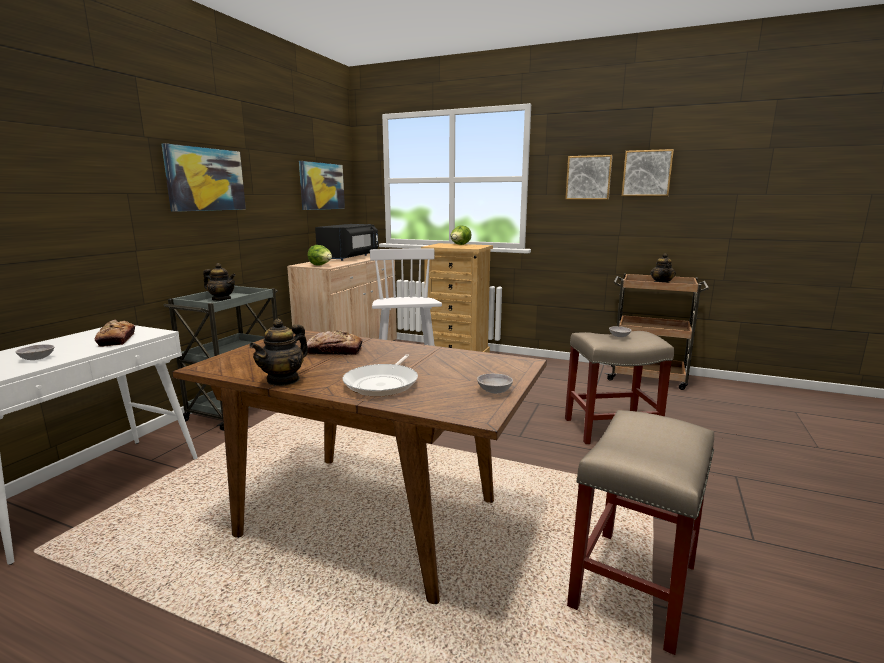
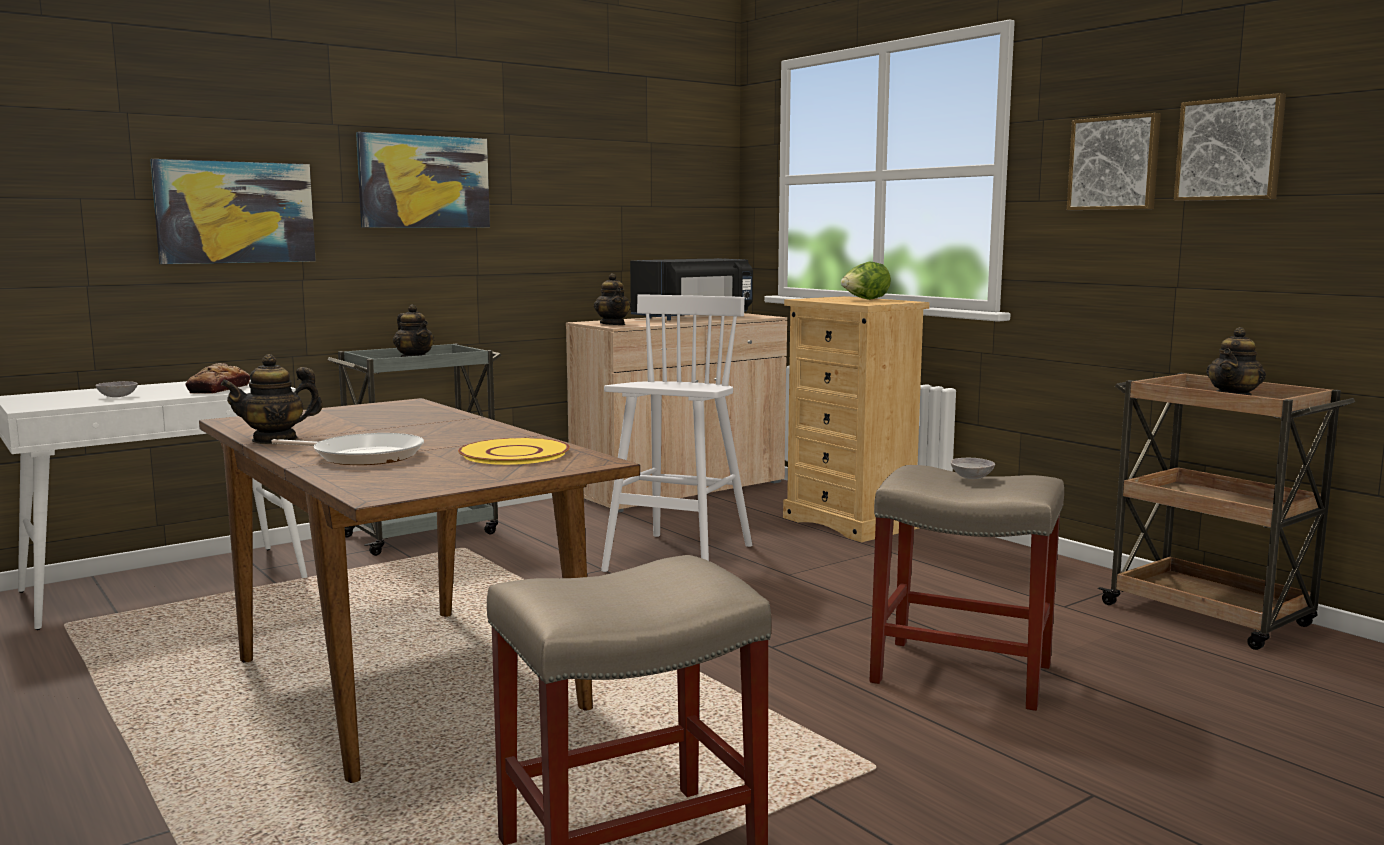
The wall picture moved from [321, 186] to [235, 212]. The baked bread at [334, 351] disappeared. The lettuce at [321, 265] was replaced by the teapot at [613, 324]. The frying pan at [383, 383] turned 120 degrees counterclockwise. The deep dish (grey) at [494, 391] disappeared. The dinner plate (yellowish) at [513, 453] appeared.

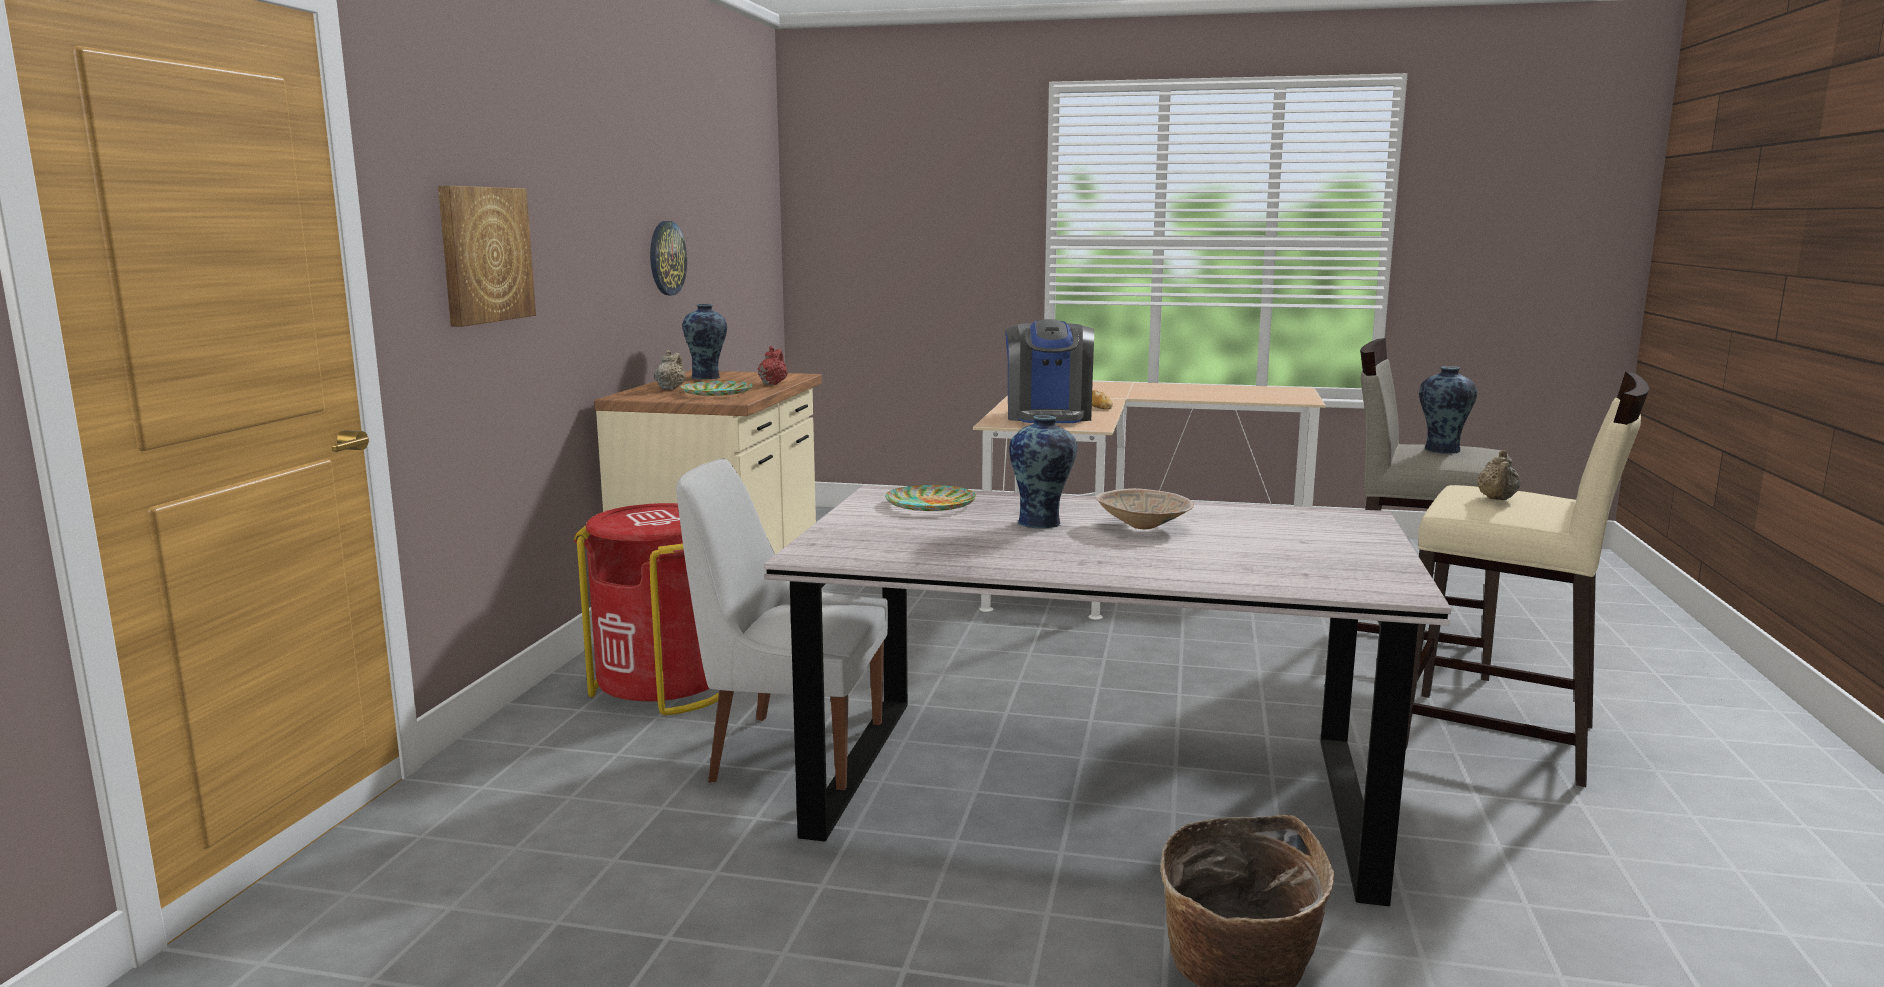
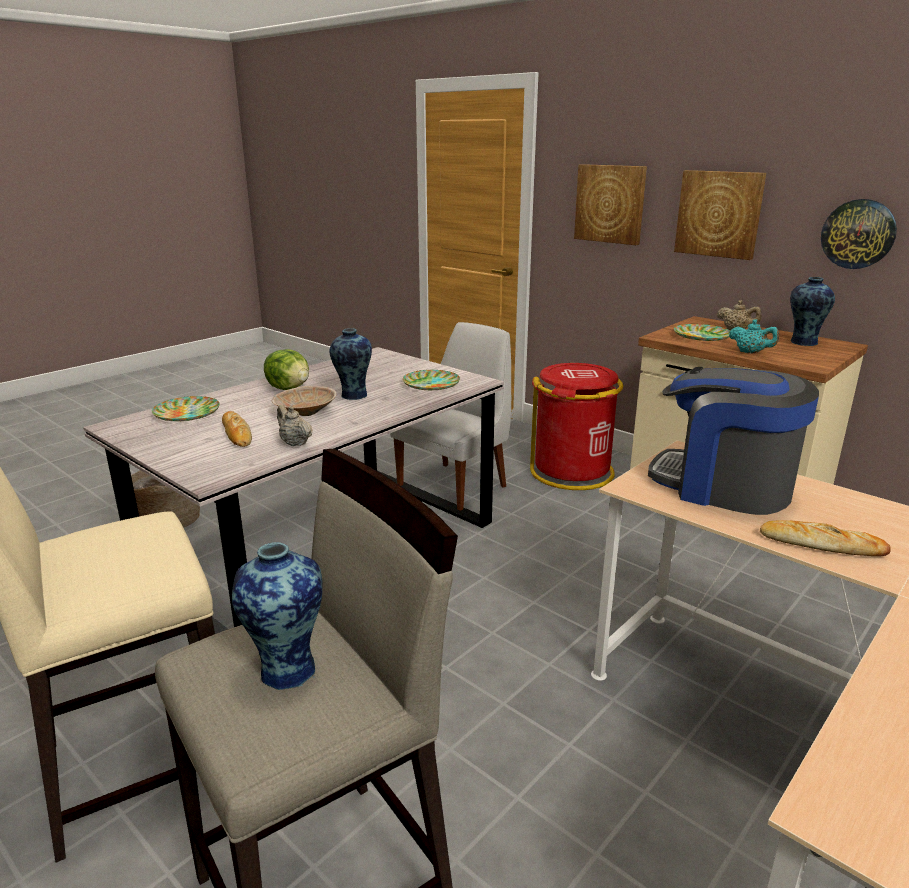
The teapot (red) at [773, 384] became the teapot (turquoise) at [750, 352]. The teapot (sand-coloured) moved from [1497, 499] to [294, 443]. The dinner plate at [187, 413] appeared. The baked bread at [236, 433] appeared. The lettuce at [289, 388] appeared. The wall picture at [719, 214] appeared.

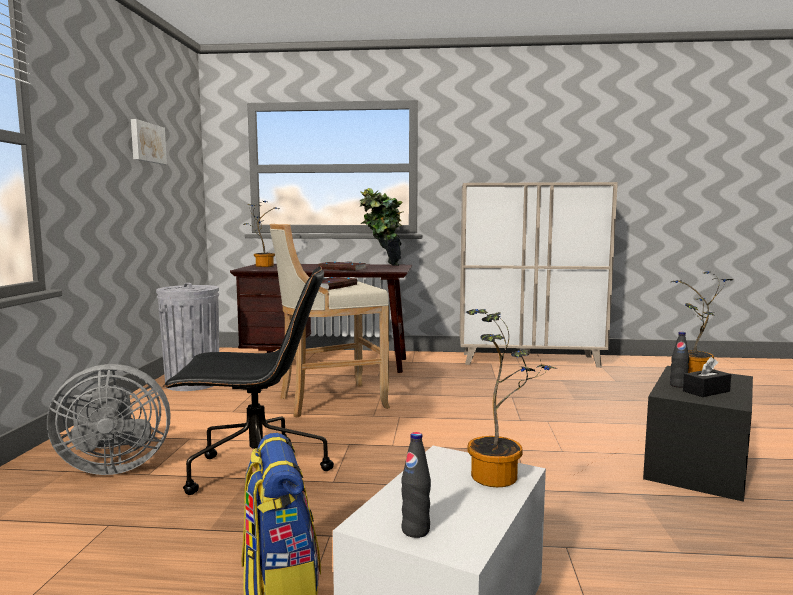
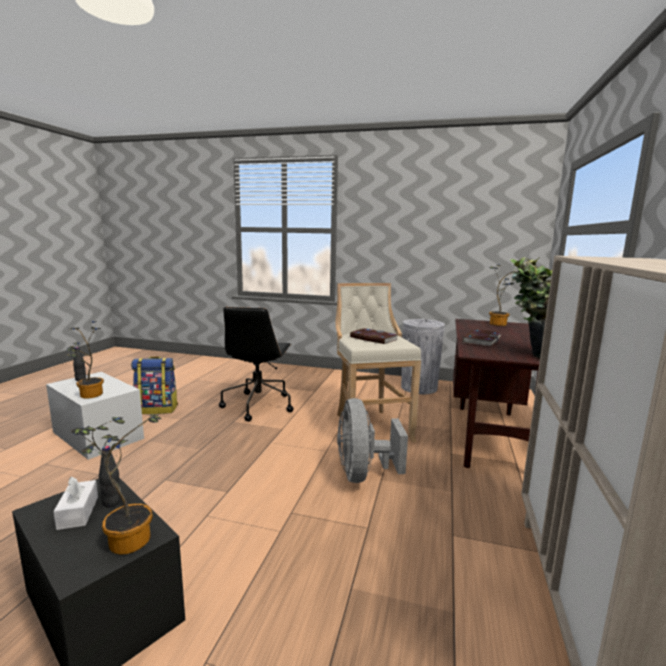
The electric fan (grey) moved from [113, 466] to [363, 474]. The wall picture at [147, 142] disappeared. The tissue holder (black) at [706, 391] became the tissue holder (white) at [78, 512].

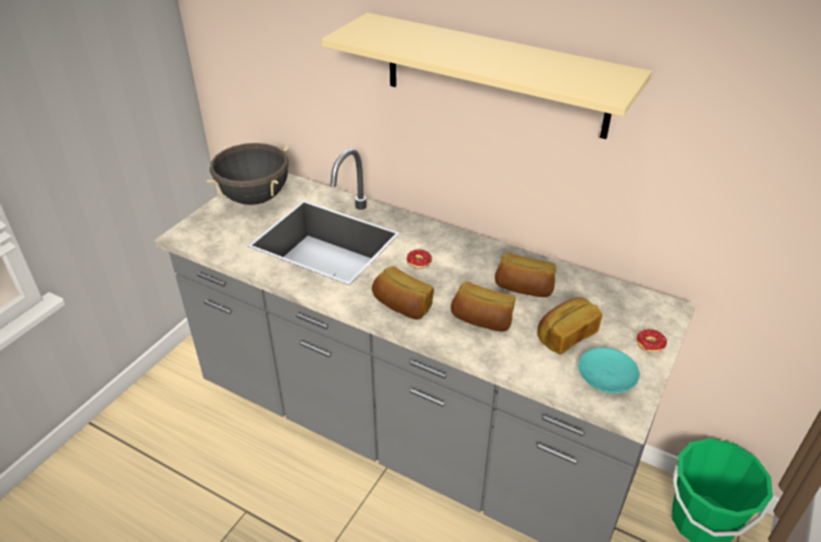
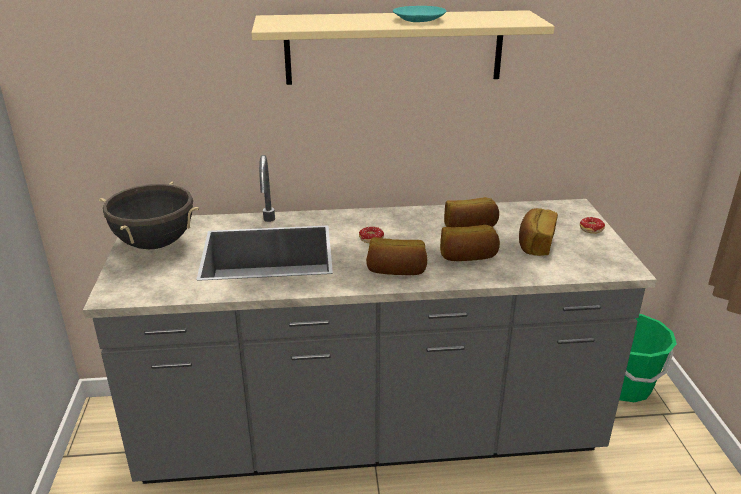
The dinner plate (turquoise) moved from [606, 376] to [419, 19].

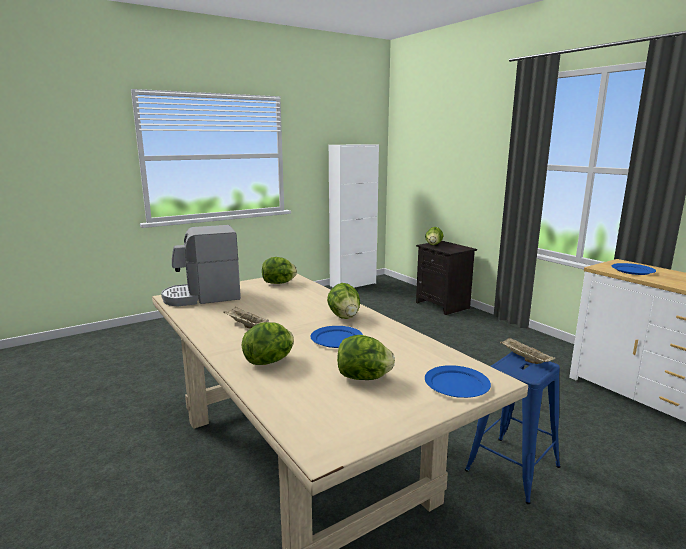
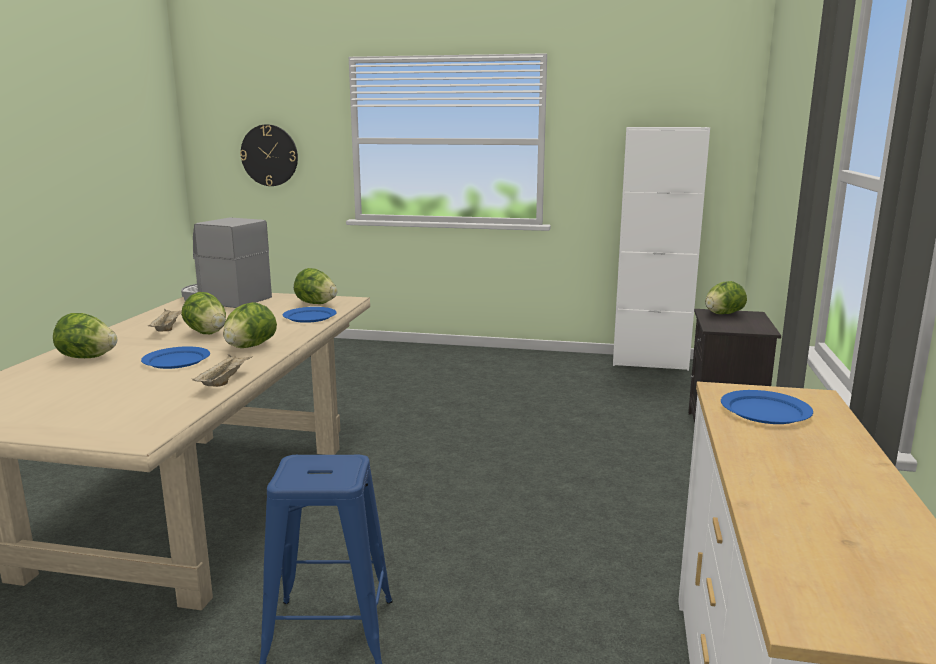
The lettuce moved from [364, 378] to [207, 333]. The dinner plate (blue) moved from [456, 384] to [309, 317]. The carrying tray (sand-coloured) moved from [524, 358] to [224, 381]. The wall clock at [269, 155] appeared.

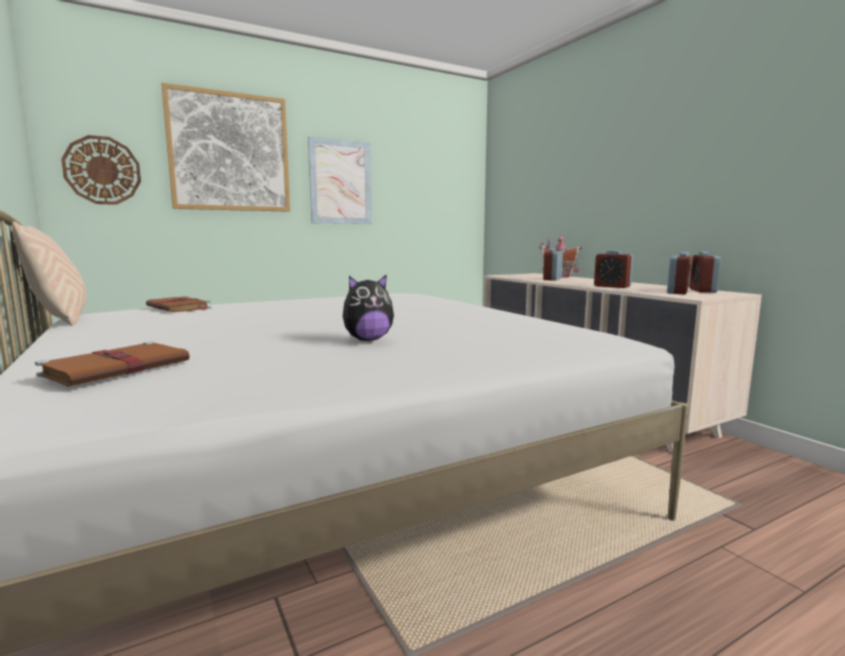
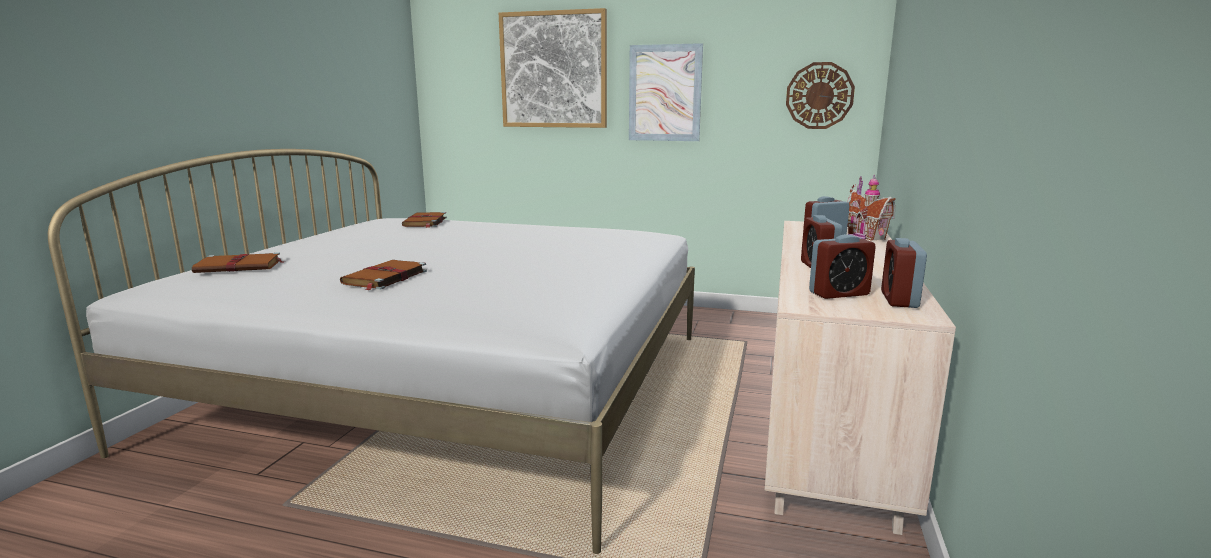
The cushion (sand-coloured) at [60, 320] disappeared. The wall clock moved from [102, 170] to [819, 95]. The soft toy at [367, 340] was replaced by the book (brownish) at [384, 278]. The bedside clock at [702, 290] turned 45 degrees counterclockwise.

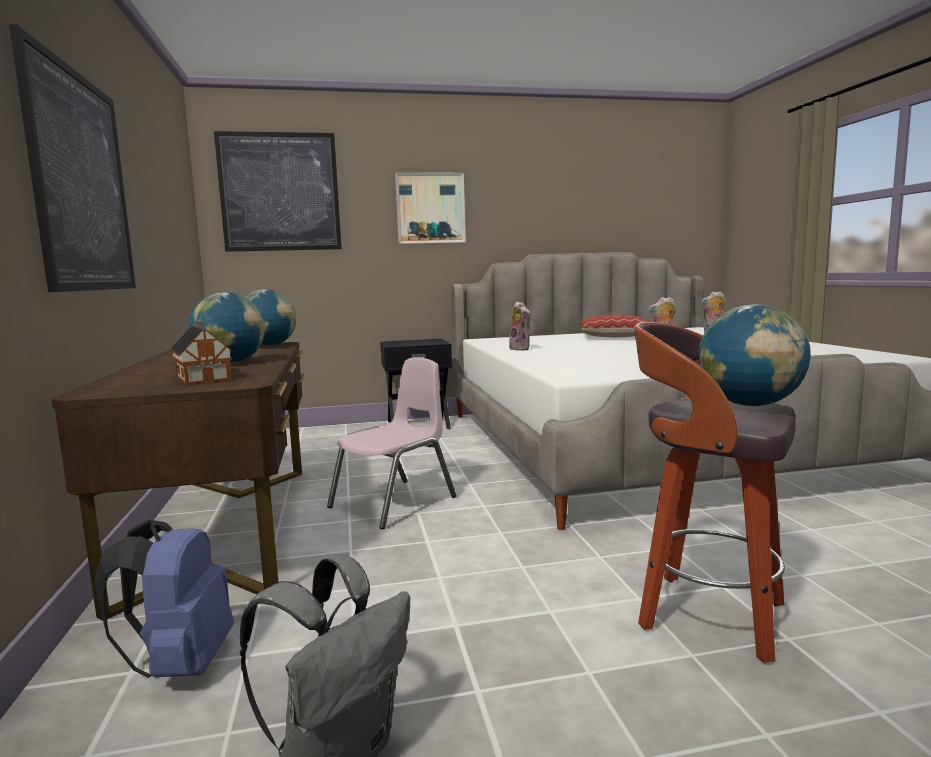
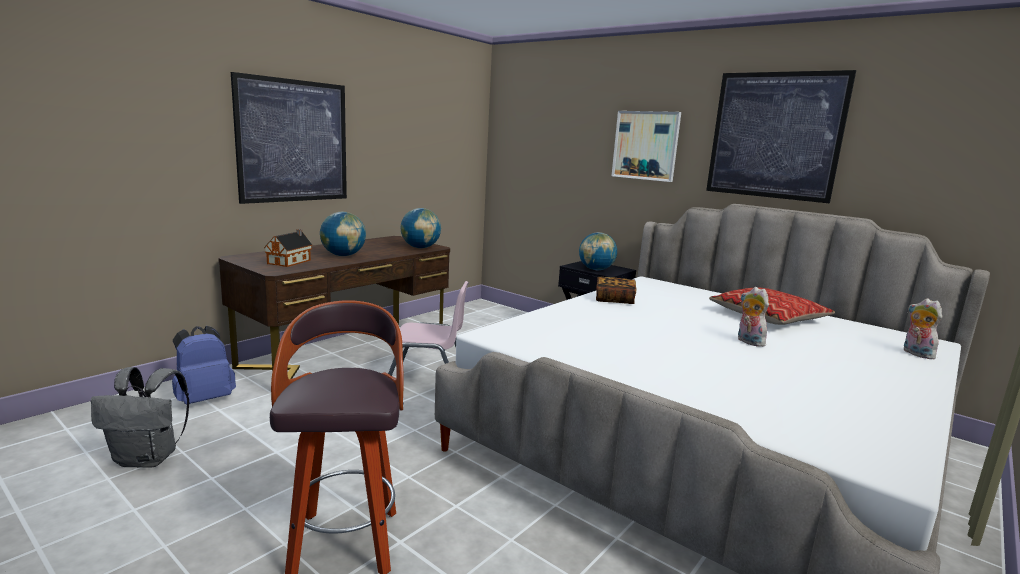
The wall picture moved from [280, 192] to [775, 136]. The soft toy at [521, 349] was replaced by the book at [614, 300]. The globe moved from [749, 405] to [596, 269].

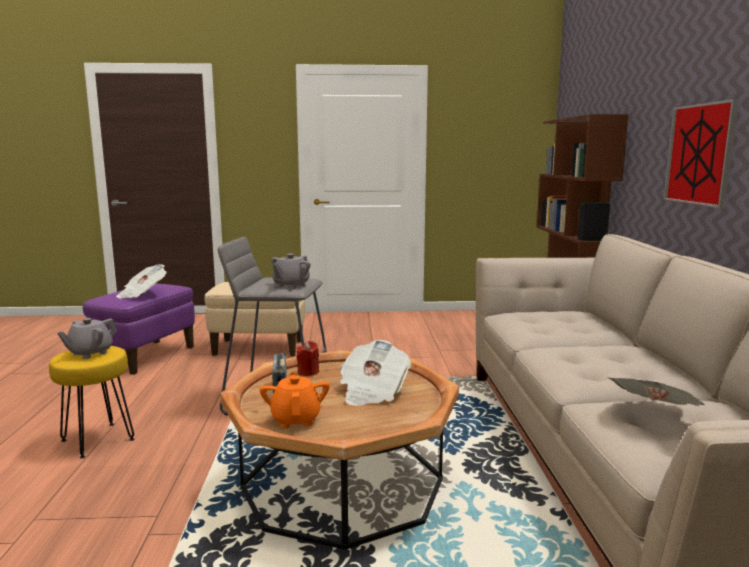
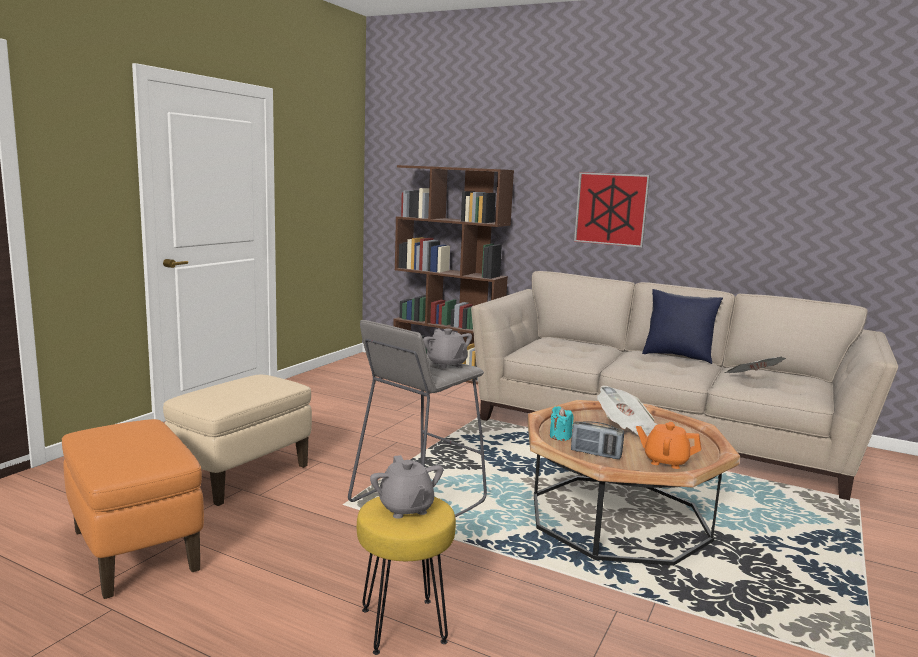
The ottoman (purple-coloured) at [146, 357] became the ottoman (orange-coloured) at [134, 550]. The newspaper at [142, 294] disappeared. The wax light (red) at [308, 372] became the wax light (turquoise) at [560, 436]. The cushion (blue) at [677, 356] appeared.

